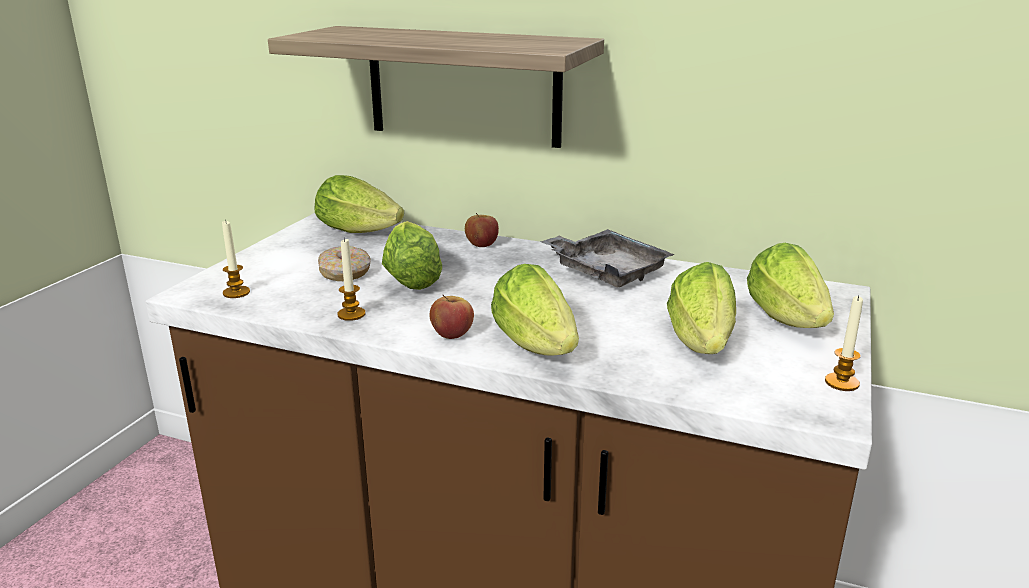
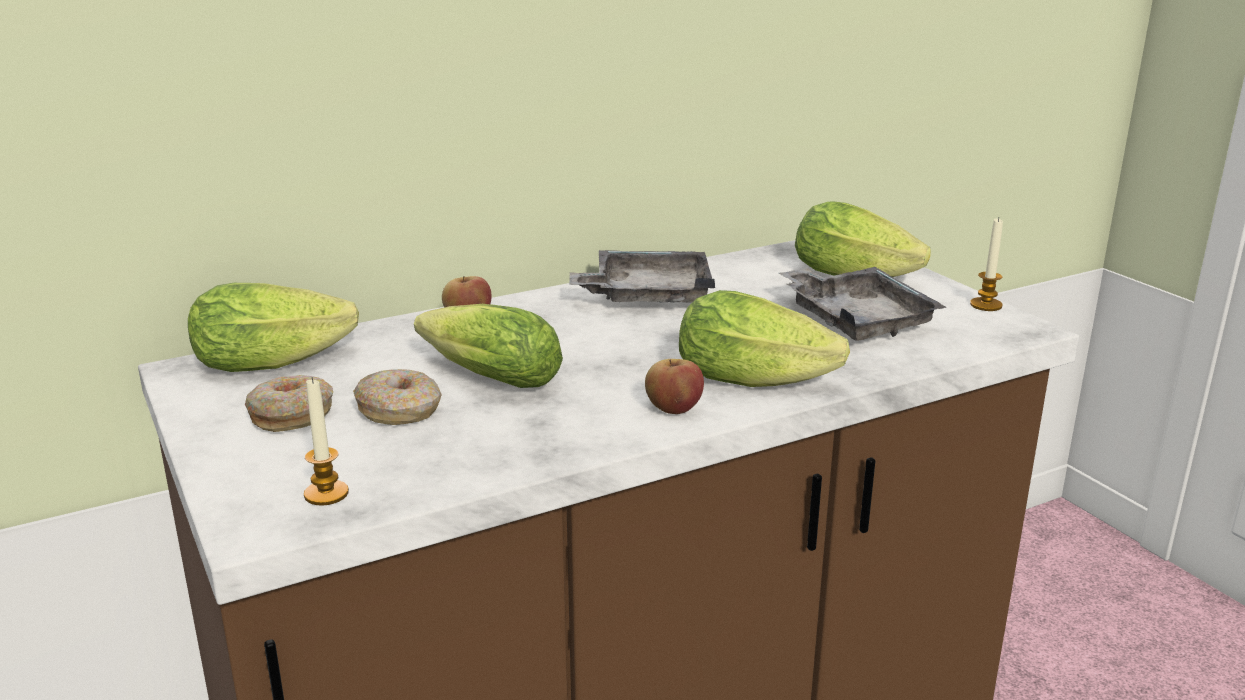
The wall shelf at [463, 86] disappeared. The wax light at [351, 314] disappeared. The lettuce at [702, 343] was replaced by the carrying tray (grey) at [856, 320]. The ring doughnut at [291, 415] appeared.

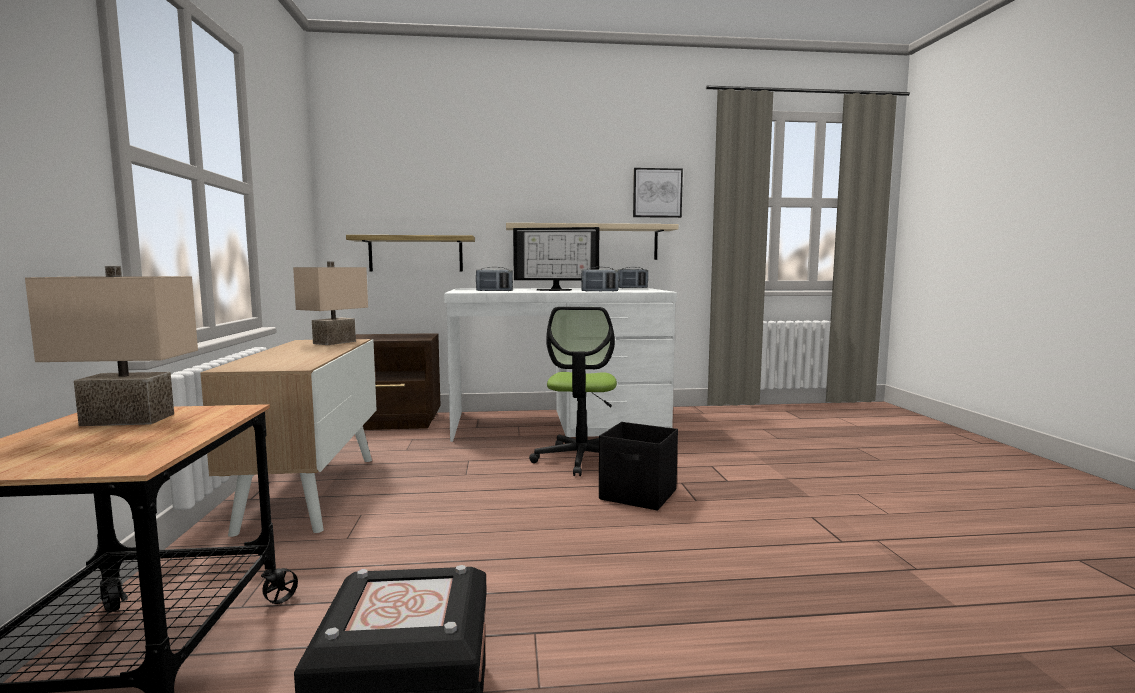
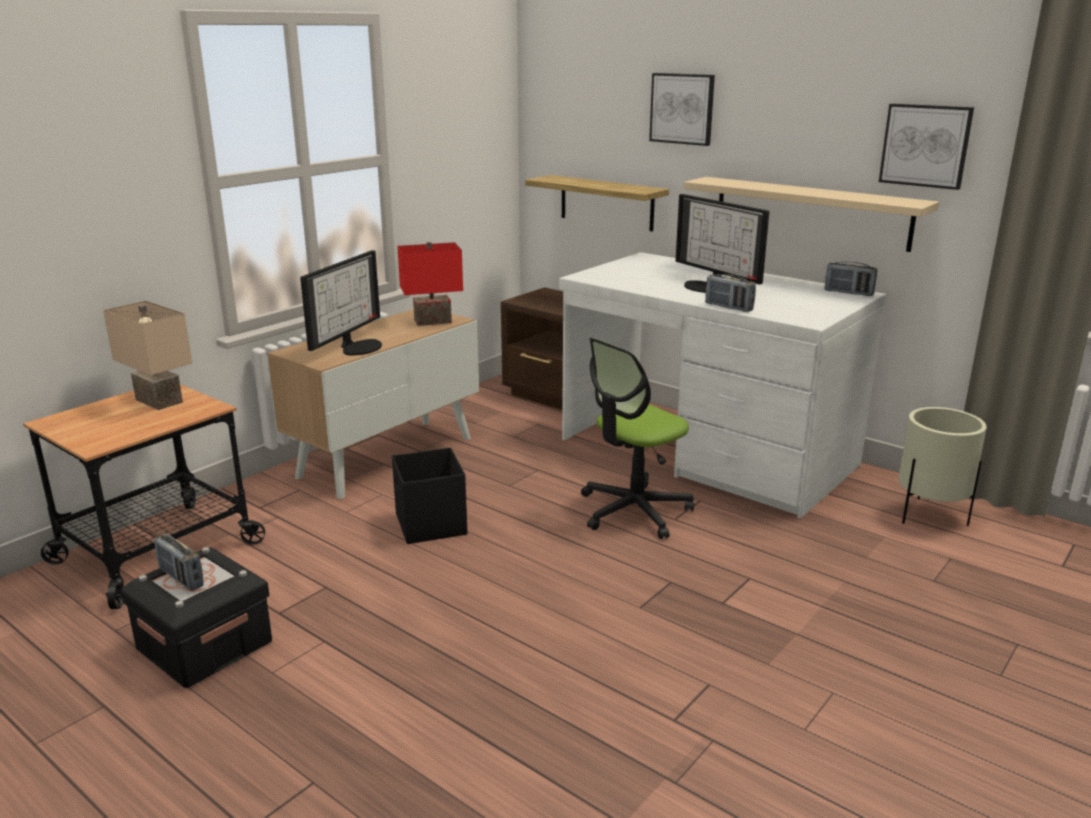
The lamp for a table (sand-coloured) at [333, 342] became the lamp for a table (red) at [433, 320]. The radio set moved from [494, 291] to [181, 578]. The storage bin (black) moved from [639, 495] to [430, 525]. The computer display at [358, 347] appeared. The wall picture at [682, 108] appeared. The planter (sand-coloured) at [929, 515] appeared.

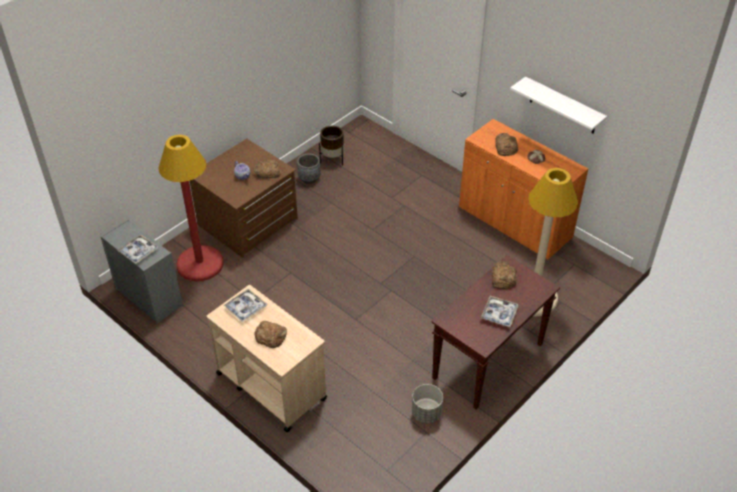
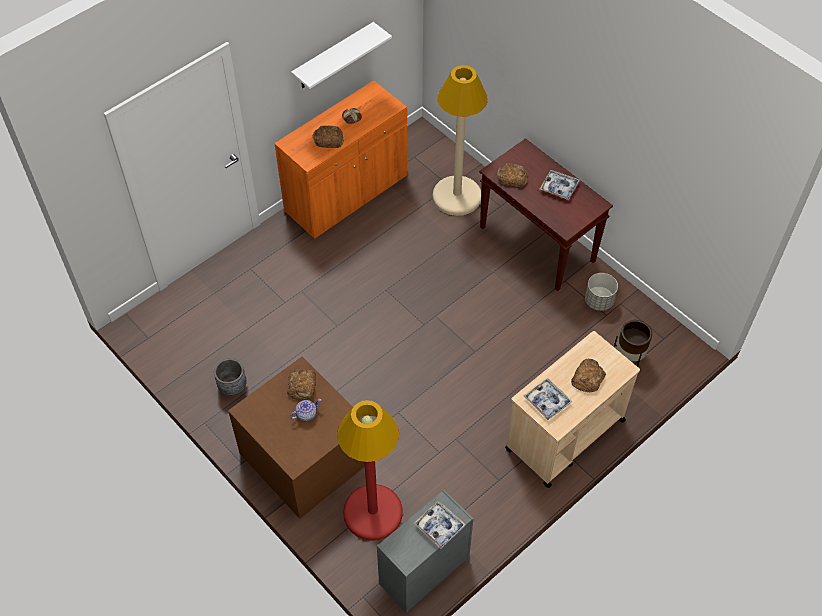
The planter (brownish) moved from [333, 159] to [629, 357].

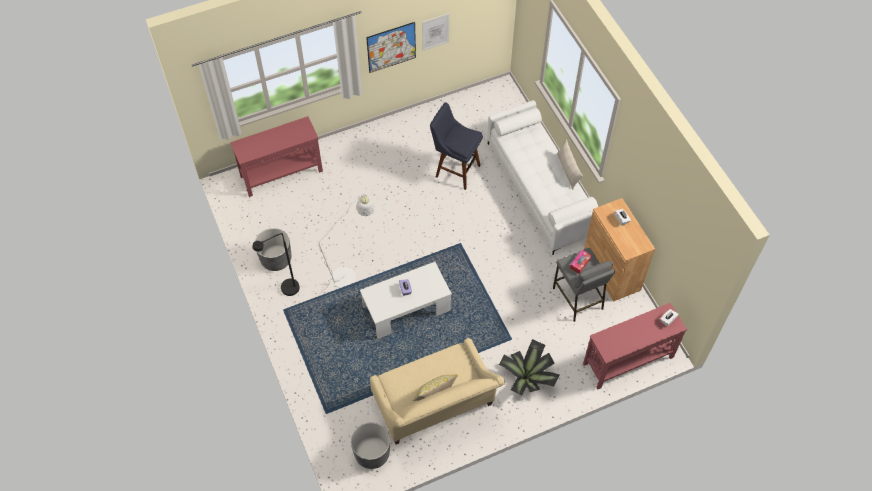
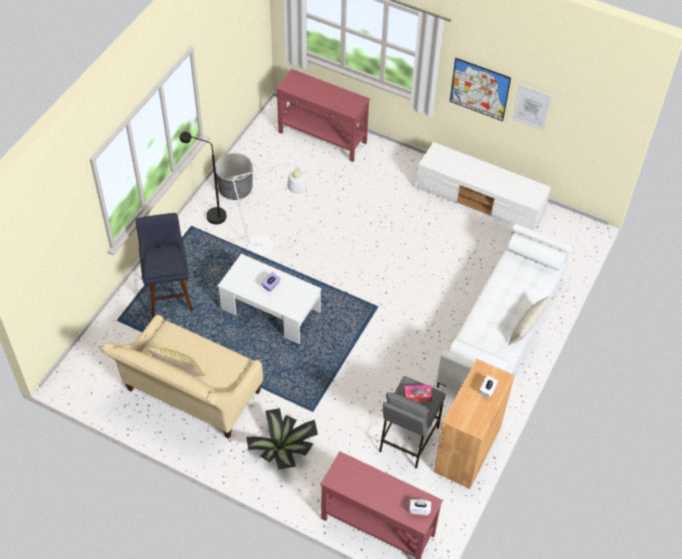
The planter (grey) at [372, 453] disappeared. The stool seat (blue) moved from [455, 170] to [169, 295]. The tv stand (white) at [481, 200] appeared.

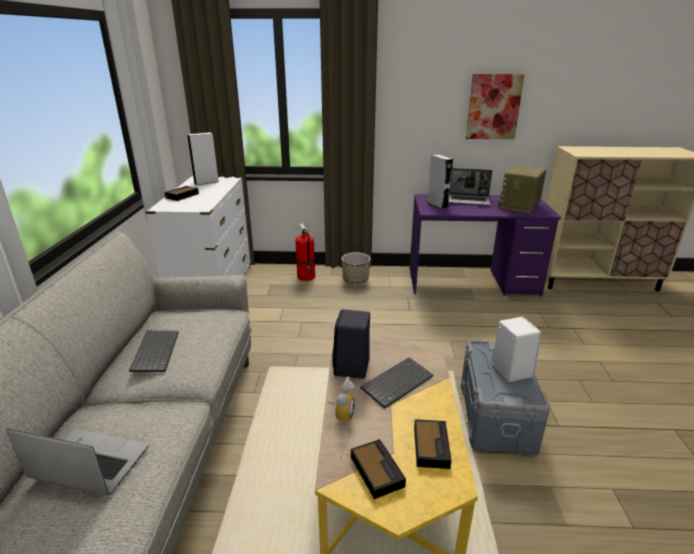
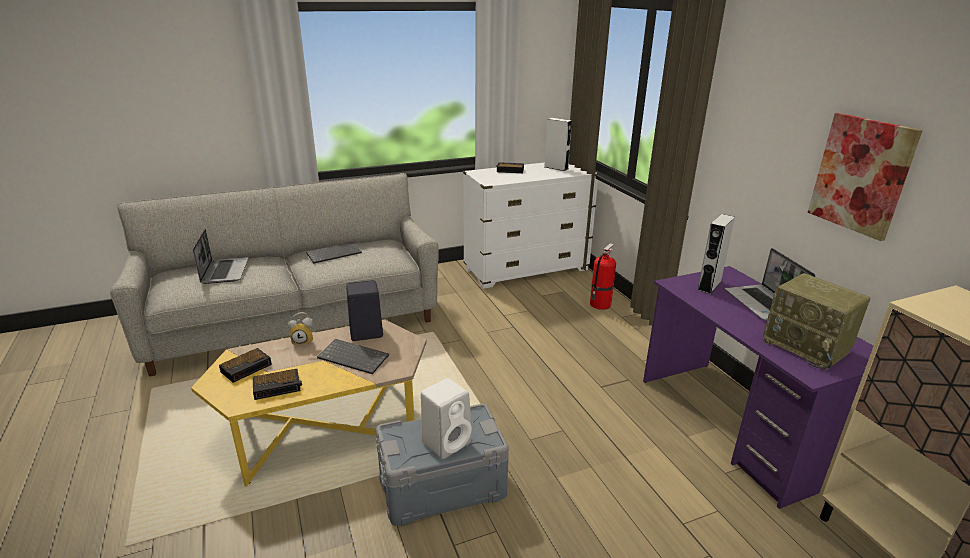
The planter at [355, 279] disappeared. The radio set at [519, 206] turned 135 degrees counterclockwise.

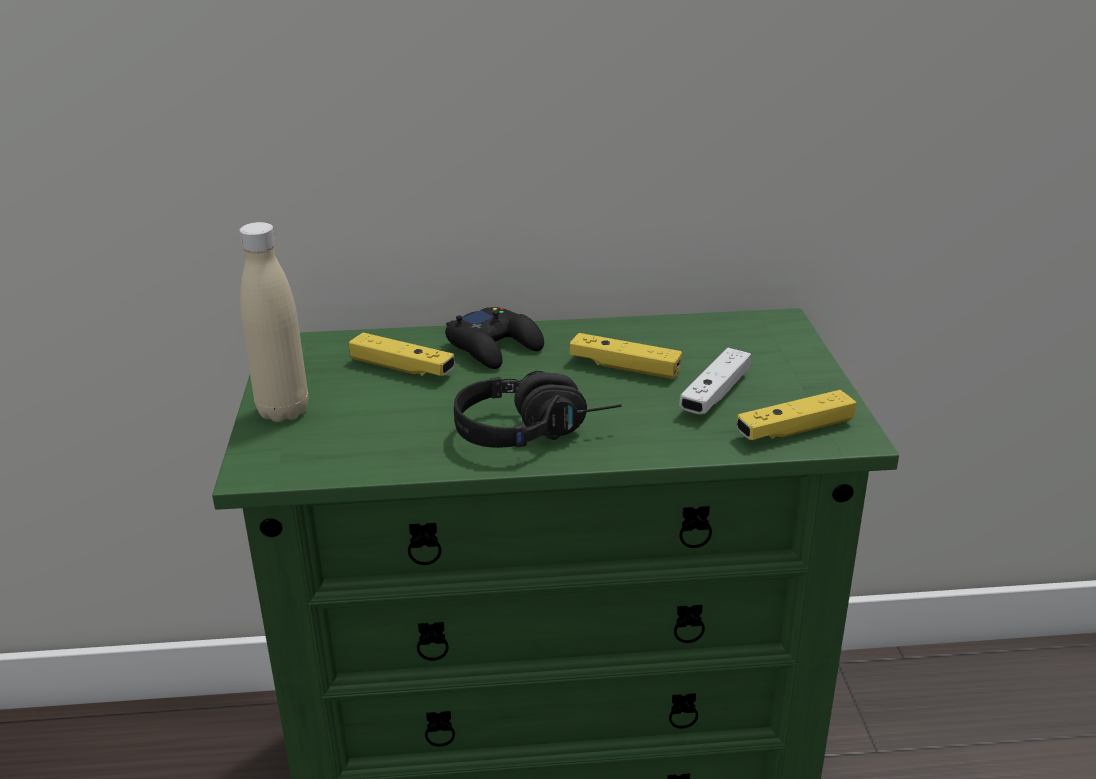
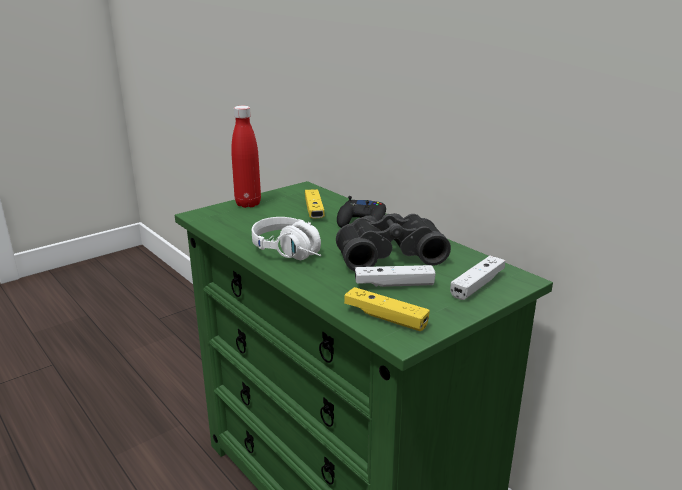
The drink bottle (sand-coloured) at [283, 411] became the drink bottle (red) at [248, 204]. The pair of headphones (black) at [536, 431] became the pair of headphones (white) at [294, 253]. The joypad (yellowish) at [624, 367] was replaced by the binoculars (black) at [388, 254]. The joypad (white) at [477, 285] appeared.

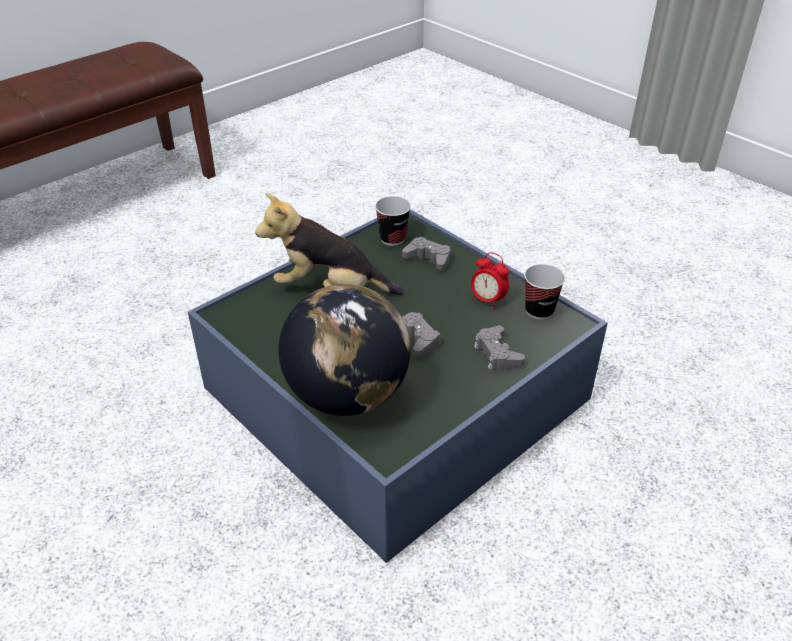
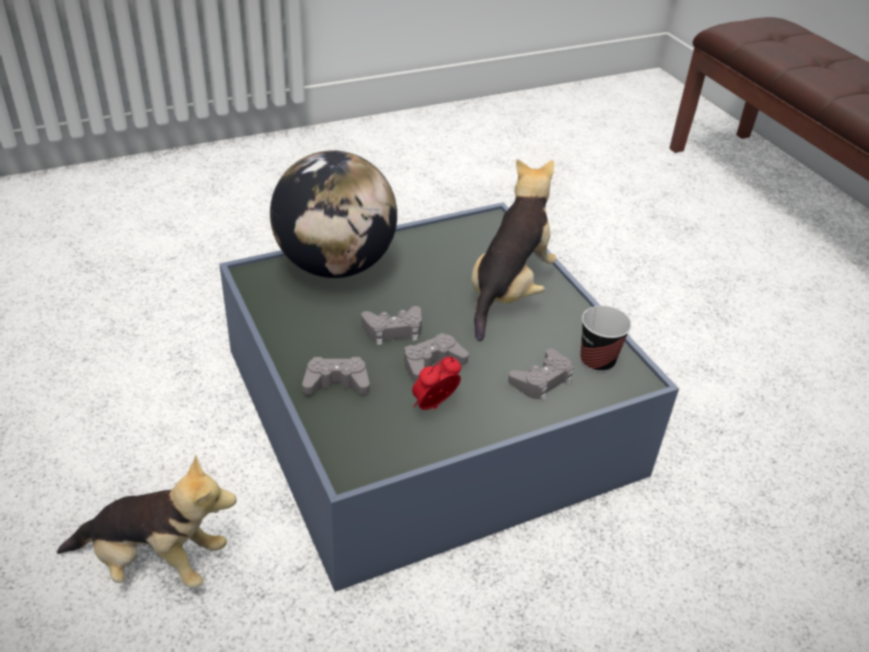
The drinking cup at [539, 311] disappeared. The soft toy at [155, 562] appeared. The joypad (grey) at [432, 363] appeared.

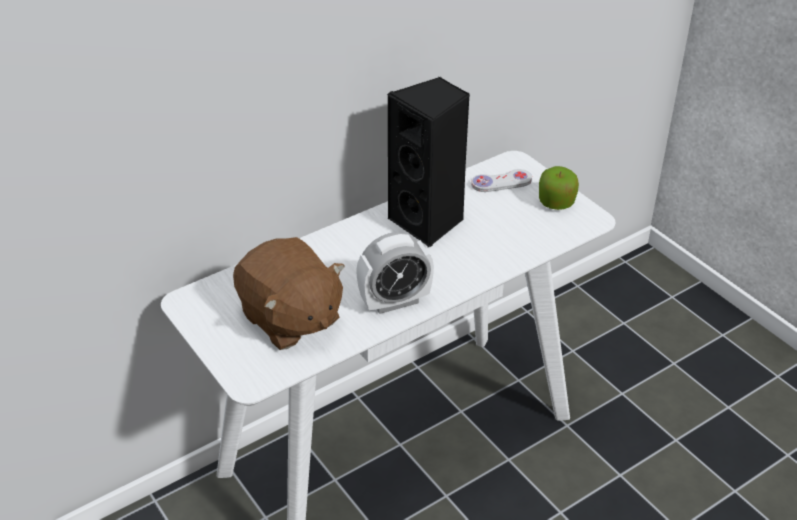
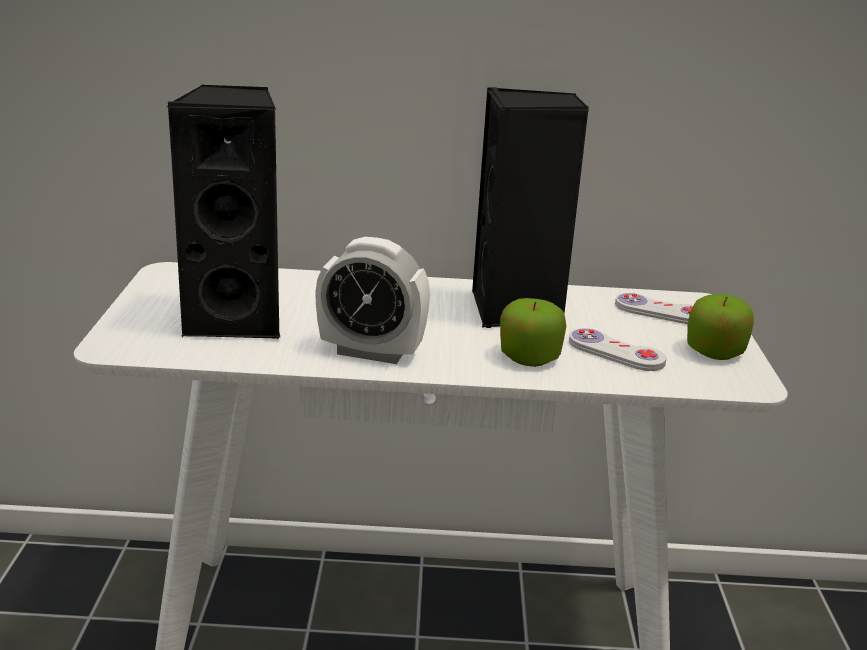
The soft toy (brownish) at [290, 319] was replaced by the audio speaker (black) at [238, 320]. The apple at [529, 357] appeared. The joypad (white) at [616, 352] appeared.

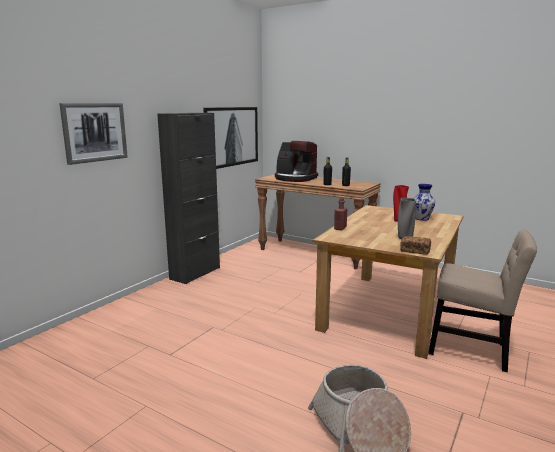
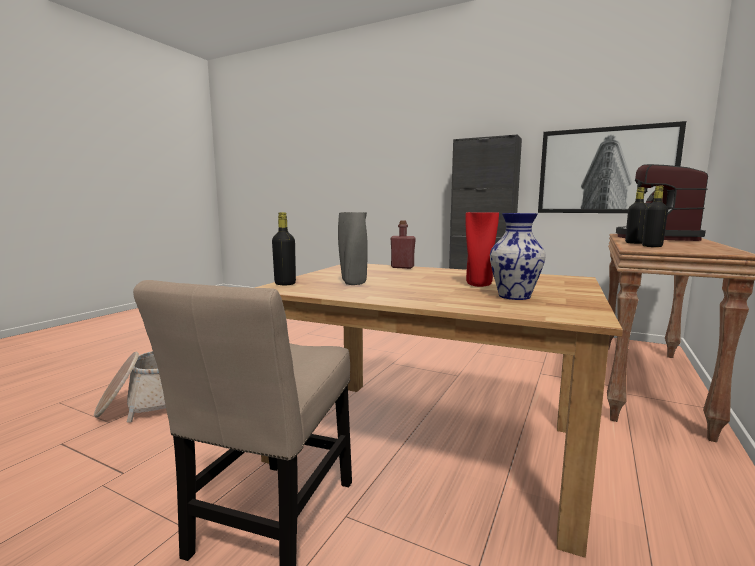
The wall picture at [95, 132] disappeared. The baked bread at [415, 251] was replaced by the drink bottle (black) at [285, 284].

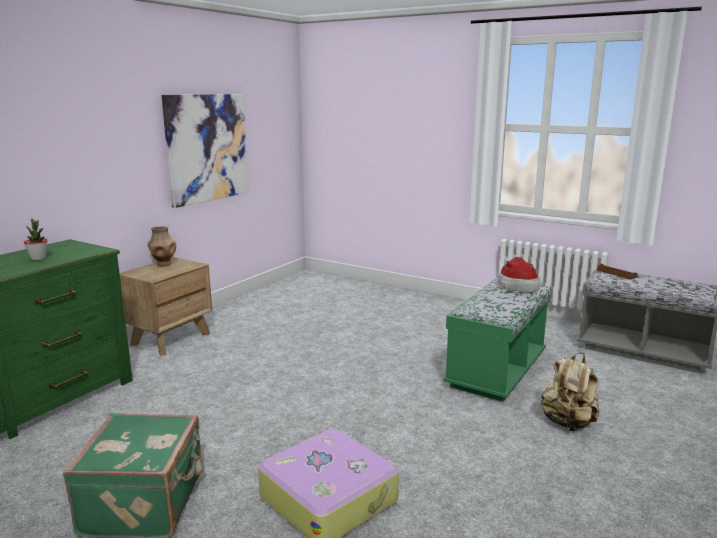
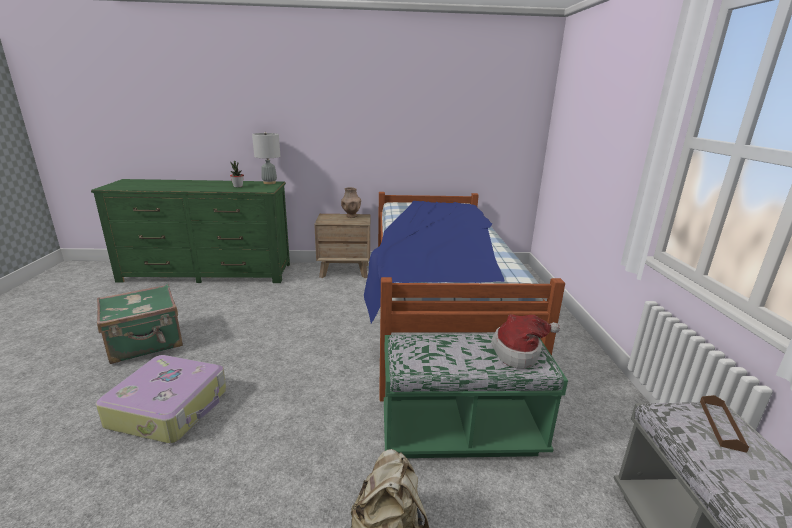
The wall picture at [207, 148] disappeared. The lamp for a table (grey) at [269, 183] appeared. The bed at [436, 313] appeared.

